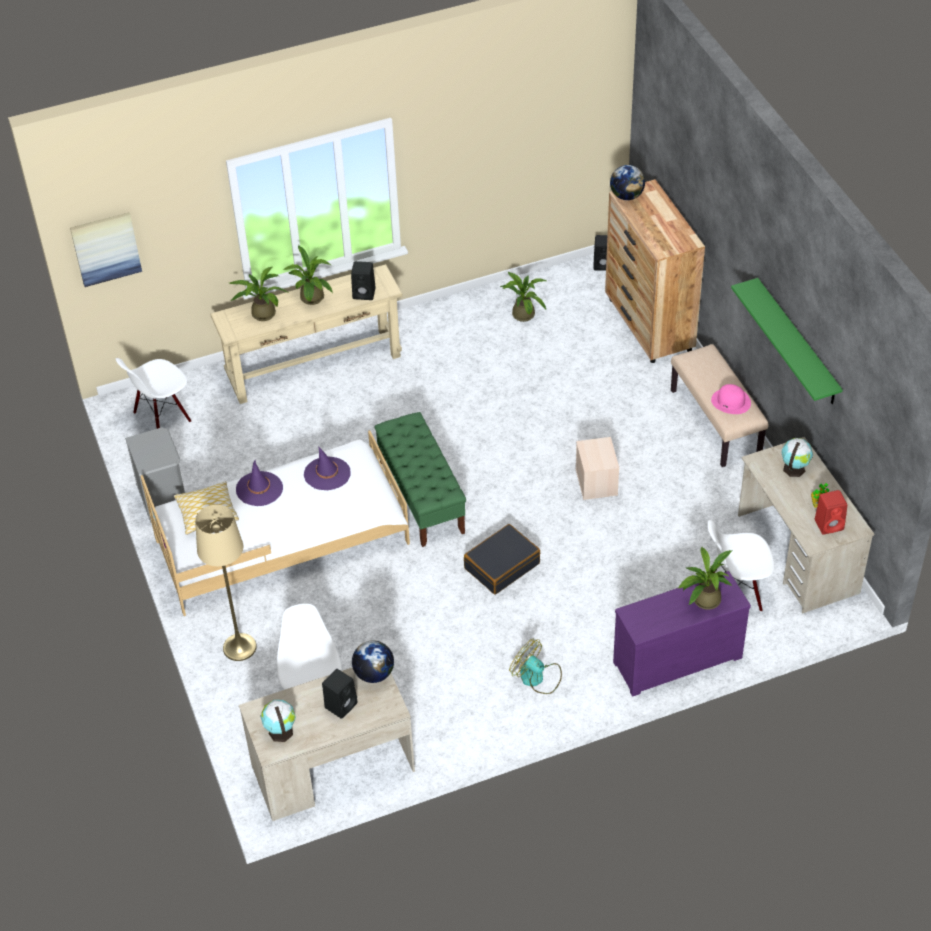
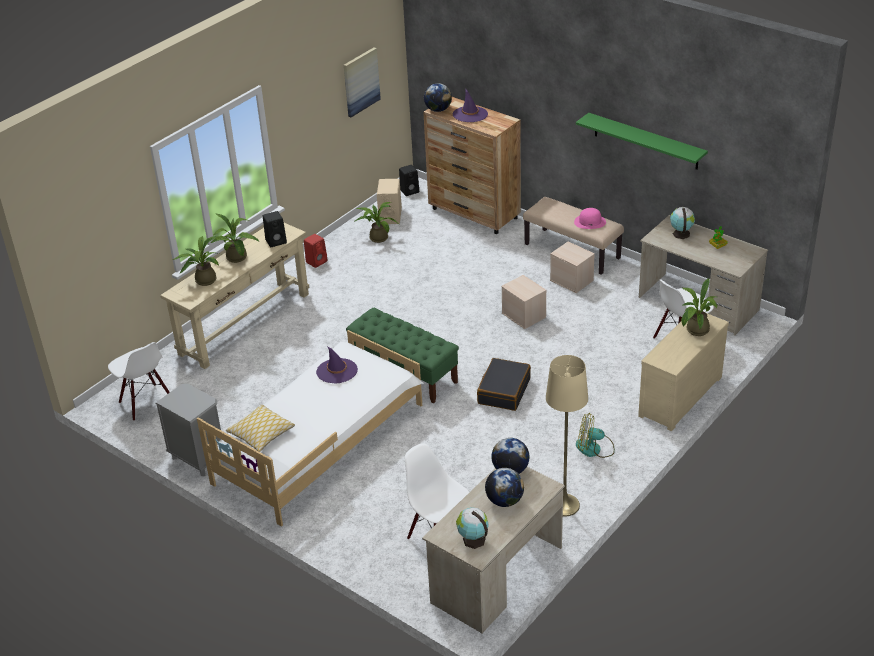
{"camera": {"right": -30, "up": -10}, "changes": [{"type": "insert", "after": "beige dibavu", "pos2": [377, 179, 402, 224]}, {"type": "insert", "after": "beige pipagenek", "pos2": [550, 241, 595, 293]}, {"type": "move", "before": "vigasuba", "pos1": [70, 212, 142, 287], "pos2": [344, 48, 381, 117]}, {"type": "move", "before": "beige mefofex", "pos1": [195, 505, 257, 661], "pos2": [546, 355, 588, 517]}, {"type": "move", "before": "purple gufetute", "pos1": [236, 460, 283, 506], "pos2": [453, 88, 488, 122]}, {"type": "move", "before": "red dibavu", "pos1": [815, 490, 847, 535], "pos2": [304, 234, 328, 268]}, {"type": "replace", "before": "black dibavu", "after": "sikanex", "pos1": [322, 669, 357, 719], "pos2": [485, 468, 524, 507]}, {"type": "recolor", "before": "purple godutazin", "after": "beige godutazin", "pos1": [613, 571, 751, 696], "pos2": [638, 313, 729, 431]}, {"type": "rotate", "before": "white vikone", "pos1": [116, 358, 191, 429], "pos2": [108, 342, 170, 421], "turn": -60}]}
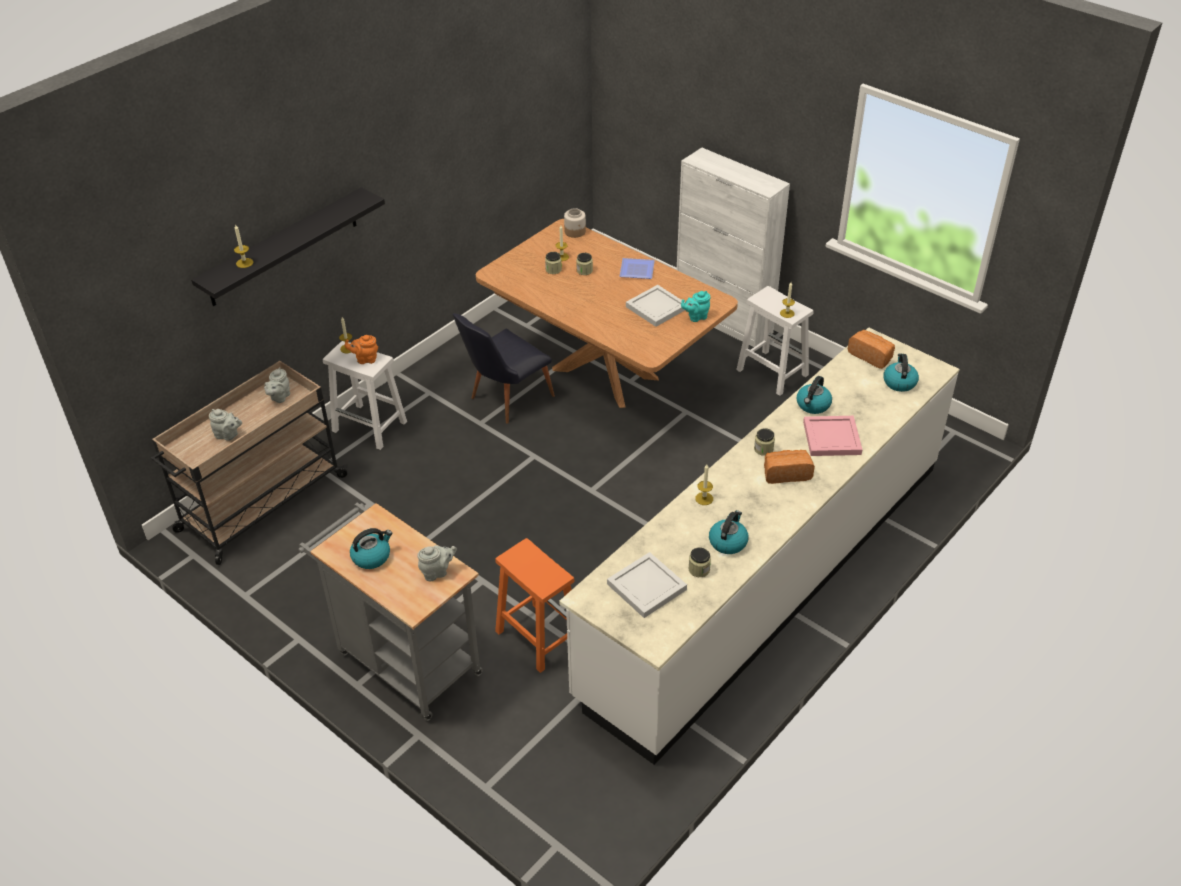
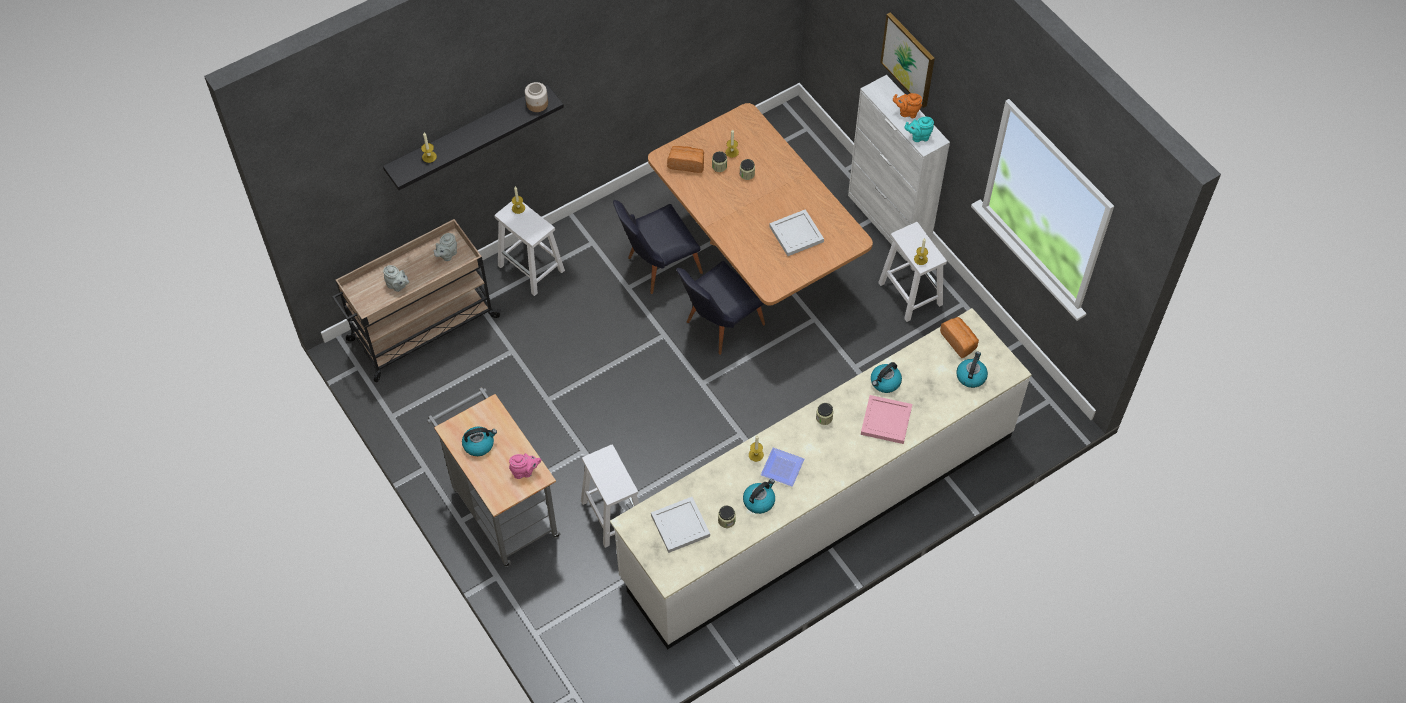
{"camera": {"right": 15, "up": 15}, "changes": [{"type": "insert", "after": "black vikone", "pos2": [676, 261, 765, 355]}, {"type": "insert", "after": "vigasuba", "pos2": [880, 12, 935, 108]}, {"type": "move", "before": "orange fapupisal", "pos1": [345, 335, 378, 364], "pos2": [893, 93, 922, 118]}, {"type": "move", "before": "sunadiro", "pos1": [564, 208, 586, 238], "pos2": [525, 82, 548, 112]}, {"type": "move", "before": "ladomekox", "pos1": [619, 258, 655, 279], "pos2": [761, 448, 804, 486]}, {"type": "move", "before": "turquoise fapupisal", "pos1": [681, 291, 710, 322], "pos2": [905, 117, 934, 142]}, {"type": "move", "before": "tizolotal", "pos1": [764, 450, 815, 484], "pos2": [667, 146, 704, 173]}, {"type": "recolor", "before": "grey fapupisal", "after": "pink fapupisal", "pos1": [417, 545, 457, 581], "pos2": [509, 453, 541, 479]}, {"type": "recolor", "before": "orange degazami", "after": "white degazami", "pos1": [495, 538, 575, 673], "pos2": [581, 445, 639, 548]}]}
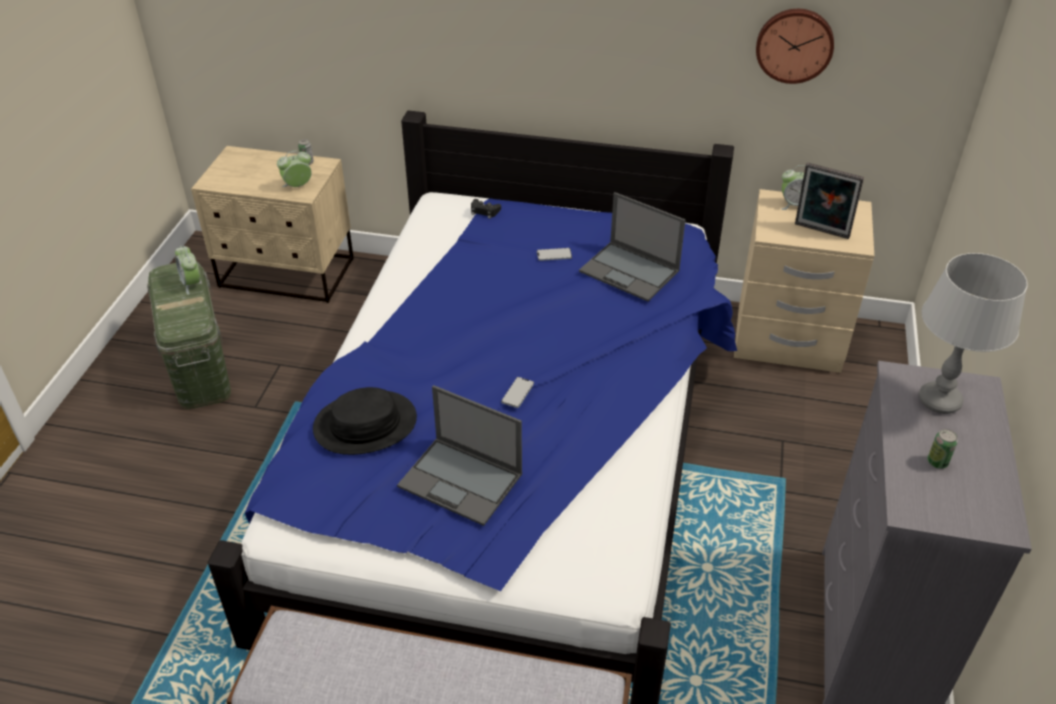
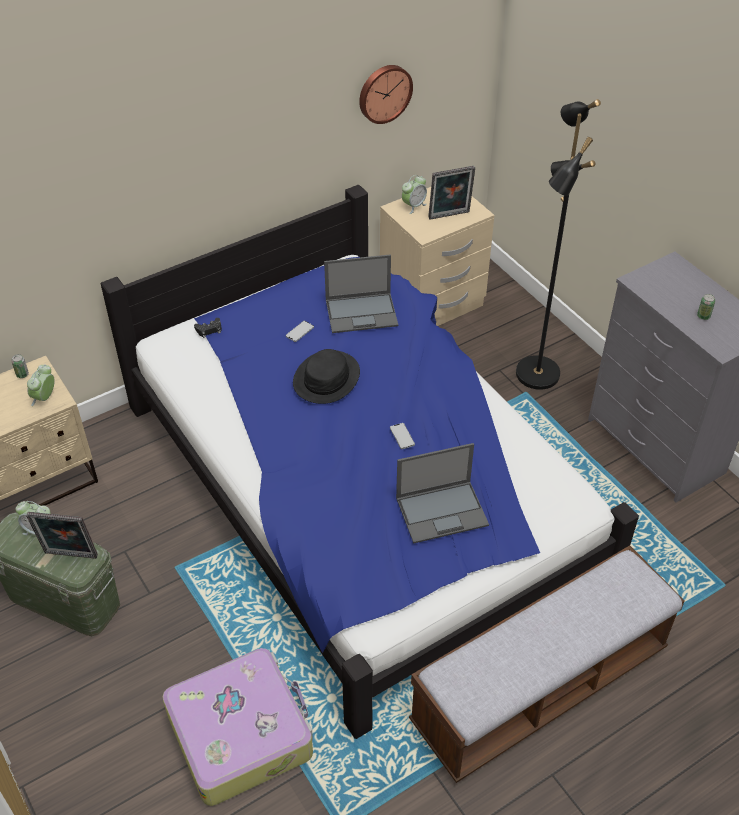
{"camera": {"right": -45, "up": 5}, "changes": [{"type": "delete", "before": "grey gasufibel", "pos1": [919, 253, 1028, 414]}, {"type": "insert", "after": "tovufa", "pos2": [26, 512, 98, 559]}, {"type": "insert", "after": "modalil", "pos2": [162, 648, 313, 806]}, {"type": "insert", "after": "black mefofex", "pos2": [516, 99, 601, 390]}, {"type": "move", "before": "black gufetute", "pos1": [313, 387, 417, 455], "pos2": [293, 349, 360, 404]}]}
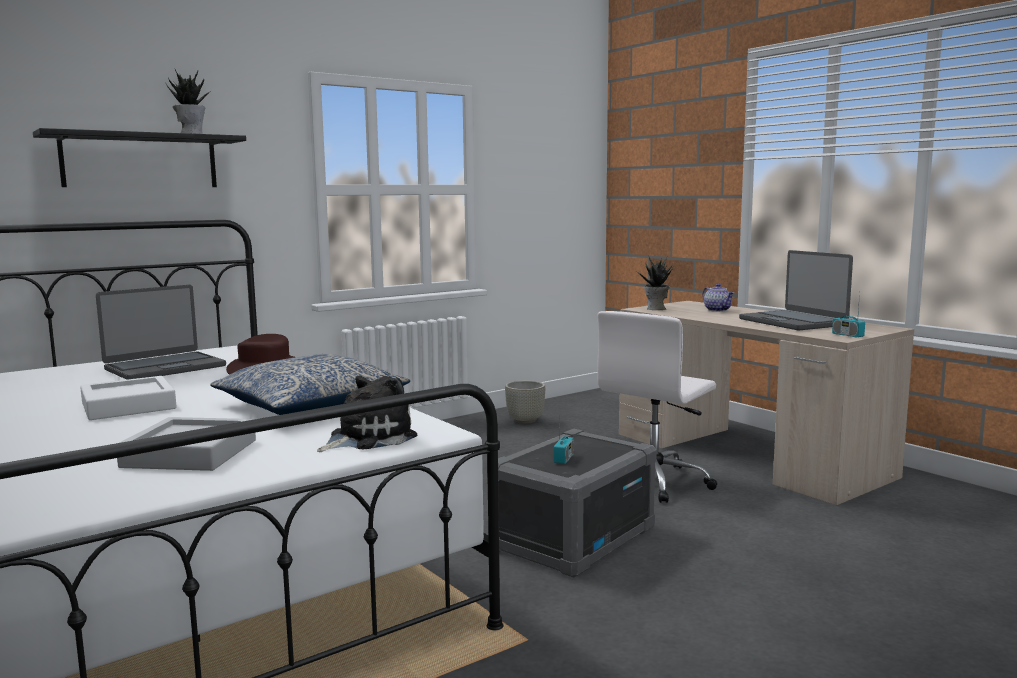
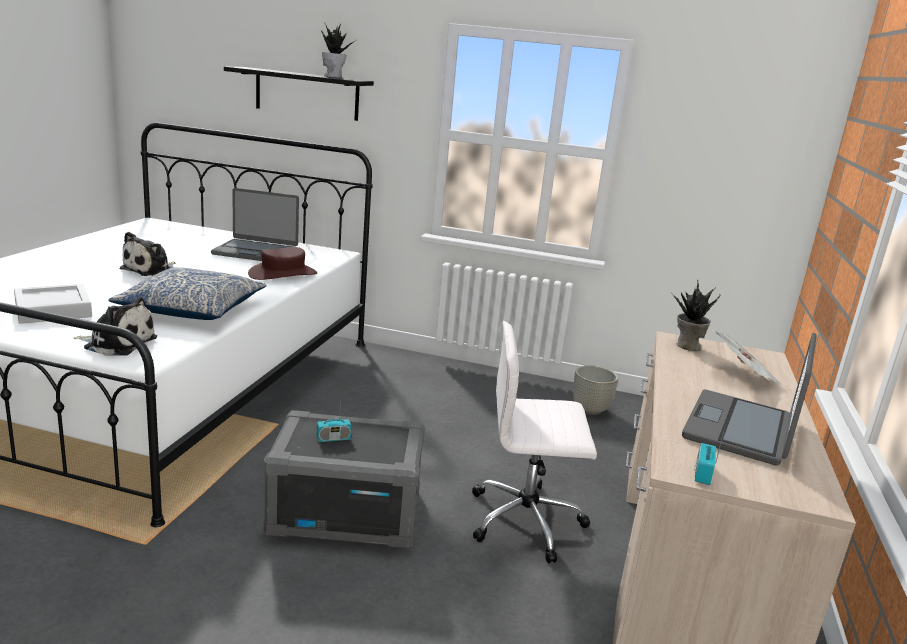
{"camera": {"right": 50, "up": 10}, "changes": [{"type": "replace", "before": "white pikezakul", "after": "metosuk", "pos1": [80, 376, 177, 420], "pos2": [120, 232, 175, 276]}, {"type": "replace", "before": "fapupisal", "after": "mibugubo", "pos1": [703, 284, 734, 312], "pos2": [712, 330, 786, 387]}]}
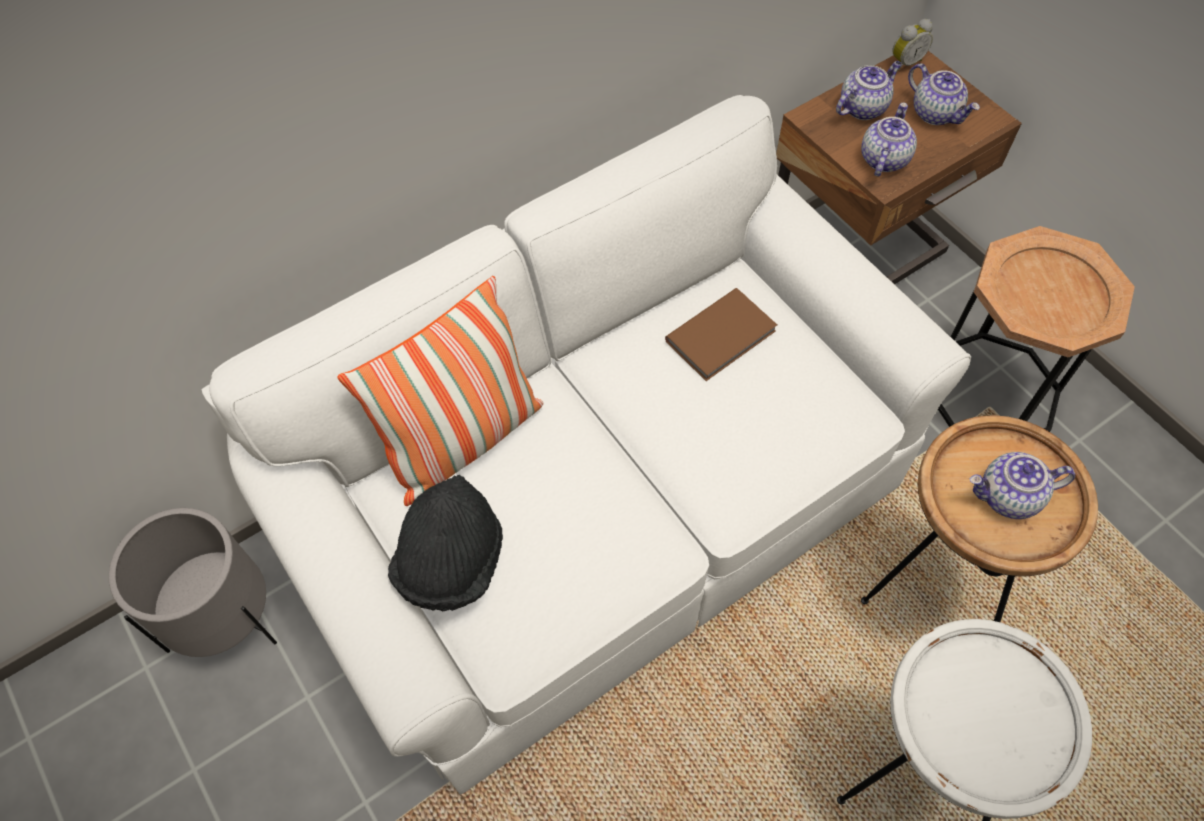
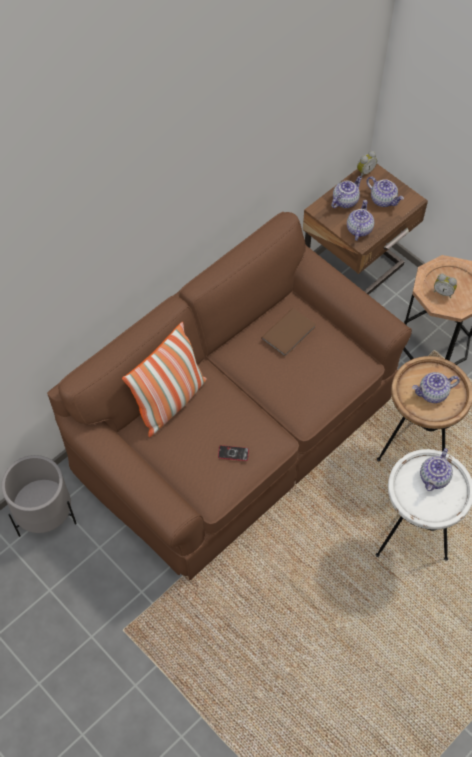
{"camera": {"right": -10, "up": 0}, "changes": [{"type": "delete", "before": "black gufetute", "pos1": [388, 475, 503, 611]}, {"type": "insert", "after": "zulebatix", "pos2": [218, 445, 249, 461]}, {"type": "insert", "after": "fapupisal", "pos2": [420, 448, 453, 491]}, {"type": "insert", "after": "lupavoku", "pos2": [434, 274, 457, 298]}, {"type": "recolor", "before": "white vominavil", "after": "brown vominavil", "pos1": [202, 95, 971, 794], "pos2": [47, 212, 412, 580]}]}
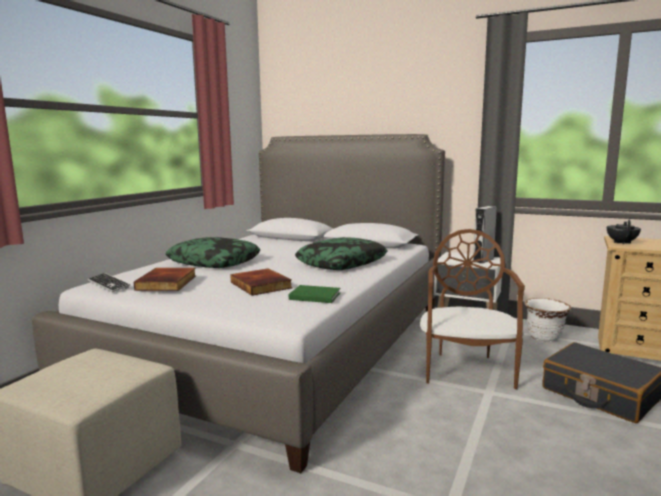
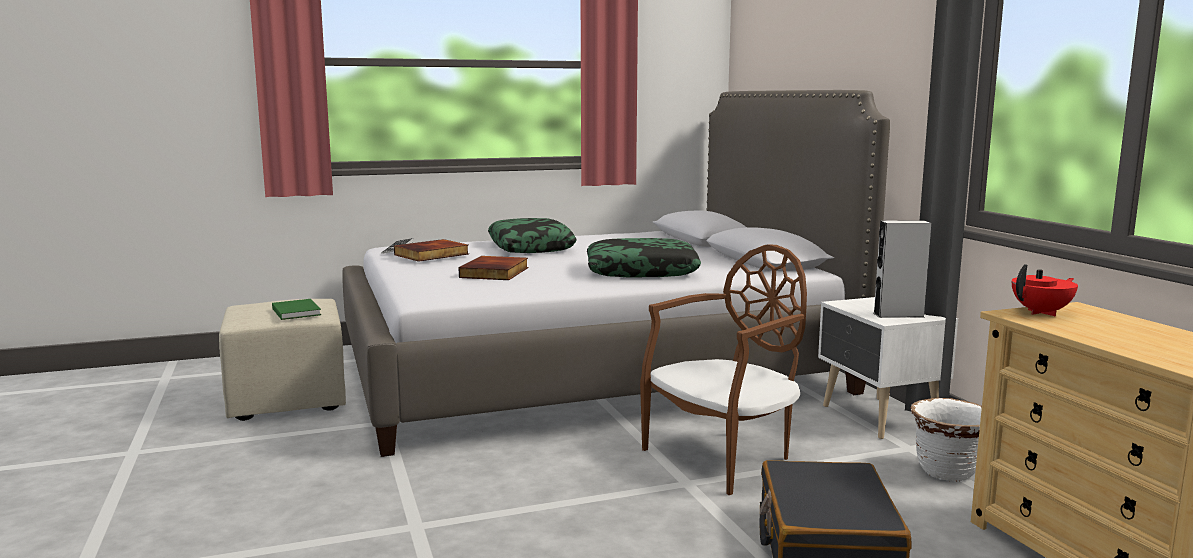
{"camera": {"right": 45, "up": 0}, "changes": [{"type": "move", "before": "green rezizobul", "pos1": [289, 285, 340, 303], "pos2": [272, 299, 321, 320]}, {"type": "recolor", "before": "black fapupisal", "after": "red fapupisal", "pos1": [607, 219, 641, 244], "pos2": [1012, 264, 1078, 316]}]}
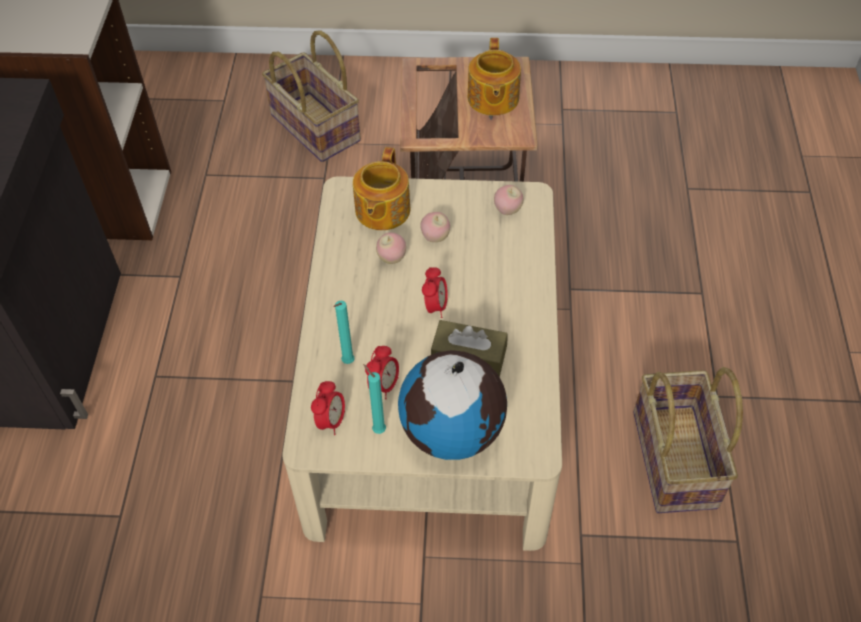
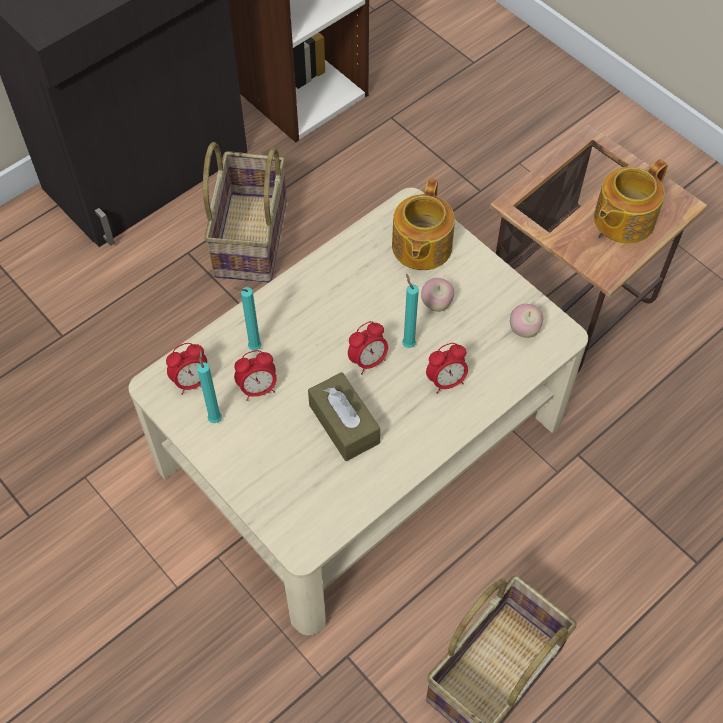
{"camera": {"right": 45, "up": 5}, "changes": [{"type": "delete", "before": "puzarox", "pos1": [376, 232, 406, 264]}, {"type": "delete", "before": "sikanex", "pos1": [398, 350, 507, 460]}, {"type": "insert", "after": "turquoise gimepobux", "pos2": [402, 274, 419, 348]}, {"type": "insert", "after": "lupavoku", "pos2": [426, 343, 468, 394]}, {"type": "move", "before": "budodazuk", "pos1": [262, 30, 361, 162], "pos2": [203, 142, 287, 283]}, {"type": "rotate", "before": "fapupisal", "pos1": [353, 147, 411, 230], "pos2": [392, 179, 455, 270], "turn": -45}]}
